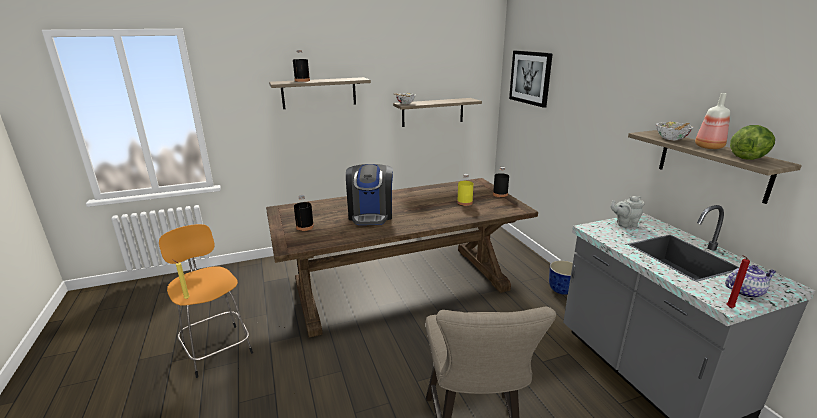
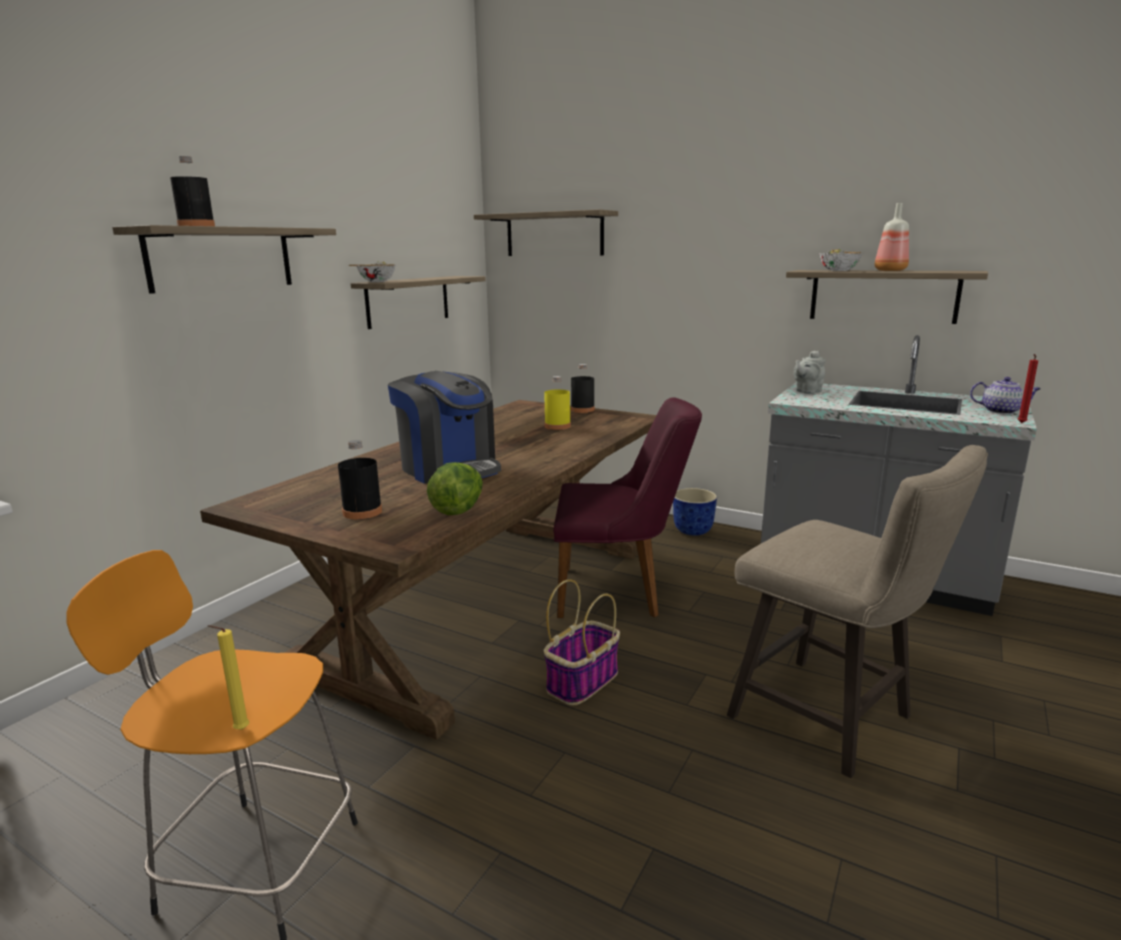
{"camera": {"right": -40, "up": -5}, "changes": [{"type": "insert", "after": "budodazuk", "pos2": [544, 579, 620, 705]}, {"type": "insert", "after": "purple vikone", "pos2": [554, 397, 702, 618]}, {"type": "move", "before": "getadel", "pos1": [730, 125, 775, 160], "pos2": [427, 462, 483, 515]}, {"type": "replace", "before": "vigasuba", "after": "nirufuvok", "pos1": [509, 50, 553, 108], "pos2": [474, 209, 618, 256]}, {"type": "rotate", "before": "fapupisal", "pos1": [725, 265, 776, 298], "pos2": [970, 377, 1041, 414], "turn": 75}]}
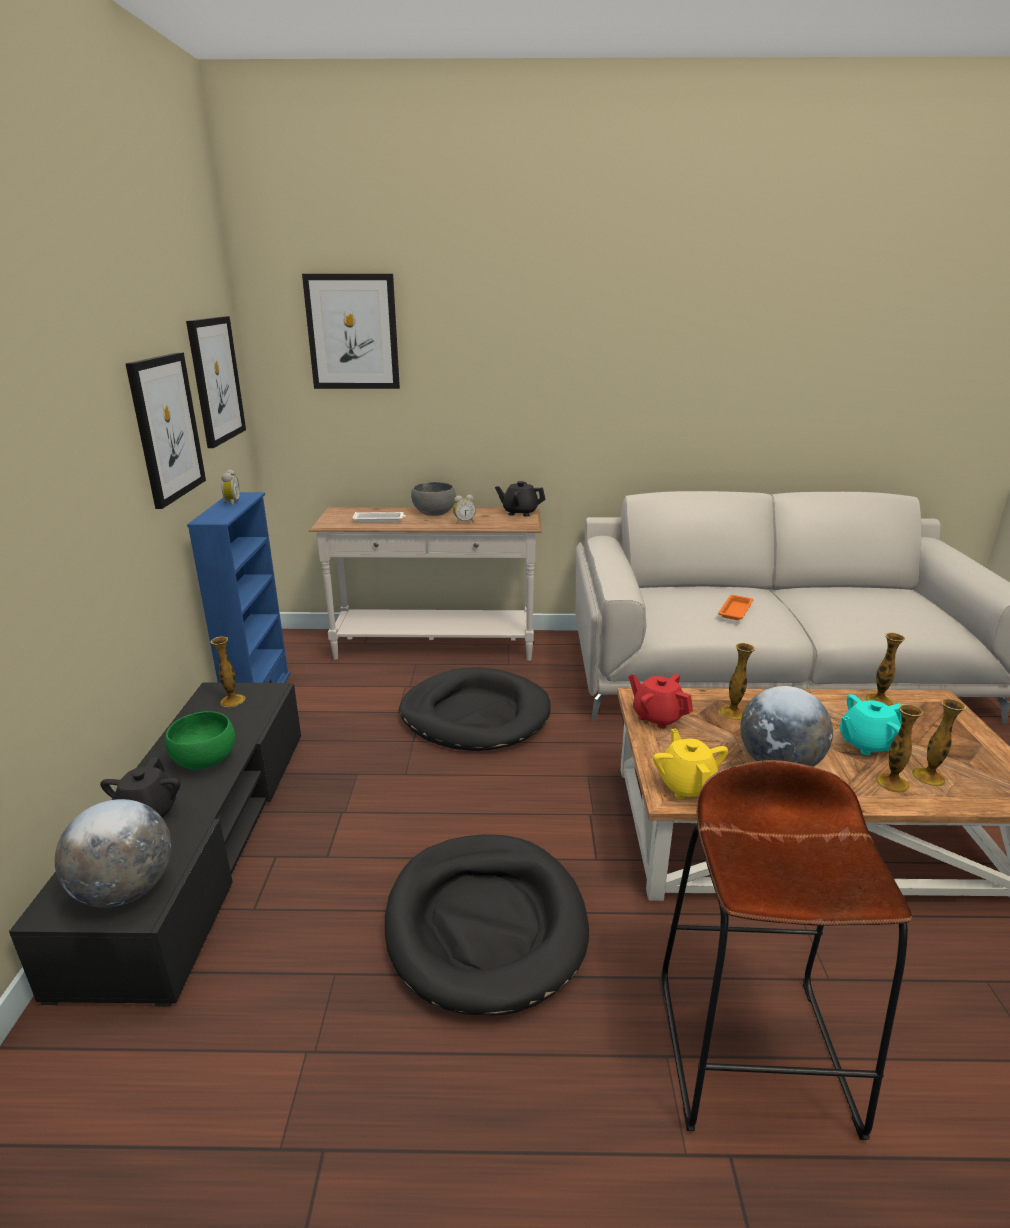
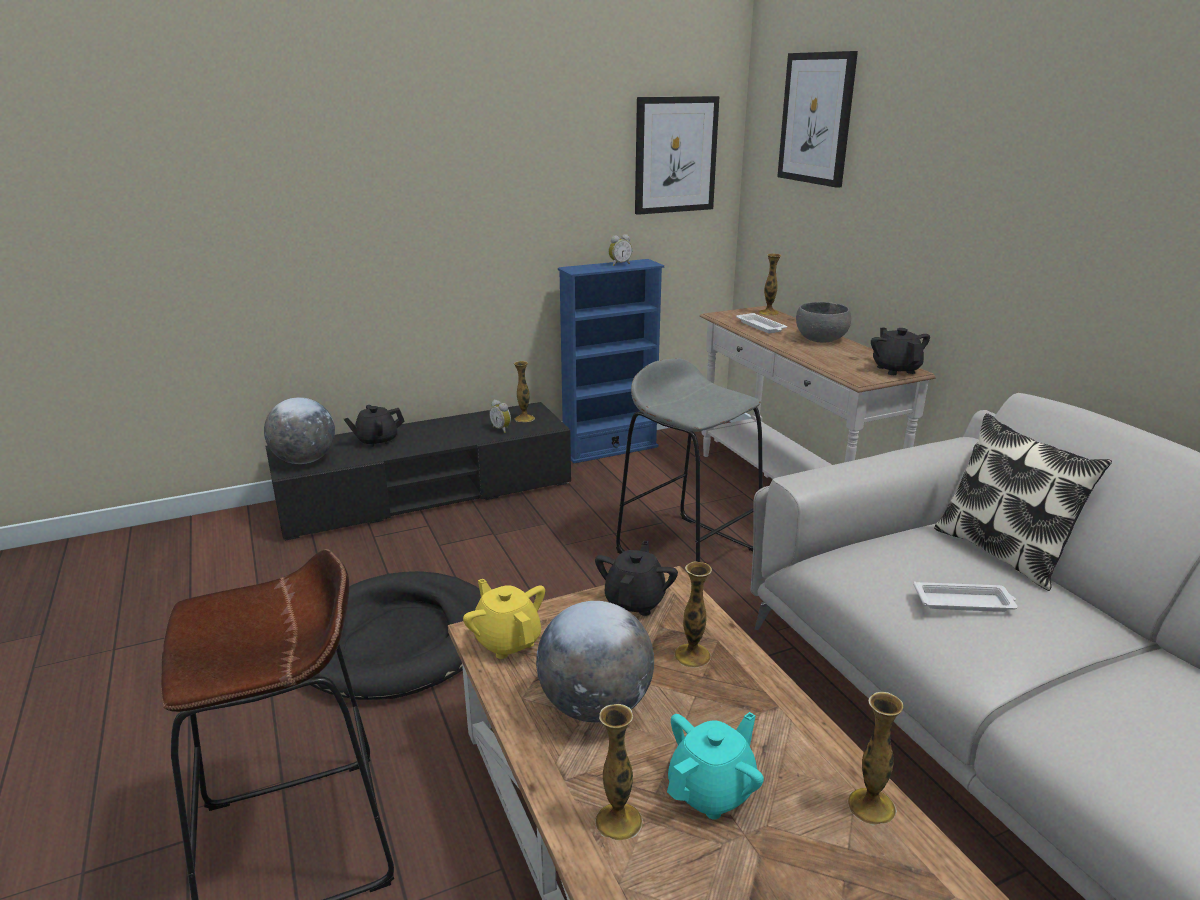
{"camera": {"right": 65, "up": 0}, "changes": [{"type": "delete", "before": "vigasuba", "pos1": [126, 352, 206, 509]}, {"type": "delete", "before": "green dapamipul", "pos1": [165, 711, 235, 770]}, {"type": "insert", "after": "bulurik", "pos2": [934, 413, 1112, 591]}, {"type": "move", "before": "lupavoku", "pos1": [453, 495, 476, 524], "pos2": [489, 400, 511, 433]}, {"type": "move", "before": "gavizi", "pos1": [911, 699, 966, 787], "pos2": [759, 254, 782, 316]}, {"type": "replace", "before": "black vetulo", "after": "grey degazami", "pos1": [399, 667, 551, 751], "pos2": [616, 359, 763, 562]}, {"type": "recolor", "before": "red fapupisal", "after": "black fapupisal", "pos1": [629, 674, 693, 729], "pos2": [595, 541, 678, 616]}, {"type": "recolor", "before": "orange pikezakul", "after": "white pikezakul", "pos1": [718, 595, 754, 620], "pos2": [913, 581, 1018, 612]}, {"type": "rotate", "before": "yellow fapupisal", "pos1": [653, 729, 728, 799], "pos2": [463, 579, 545, 659], "turn": -90}, {"type": "rotate", "before": "turquoise fapupisal", "pos1": [840, 694, 902, 755], "pos2": [667, 712, 764, 819], "turn": 90}]}
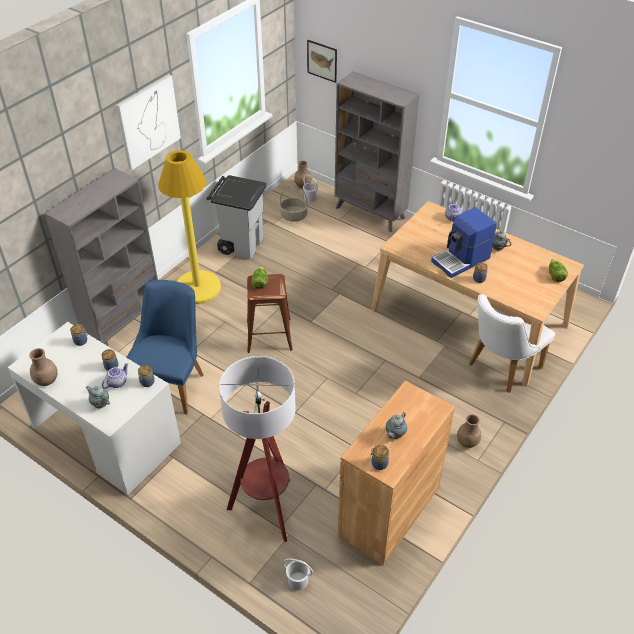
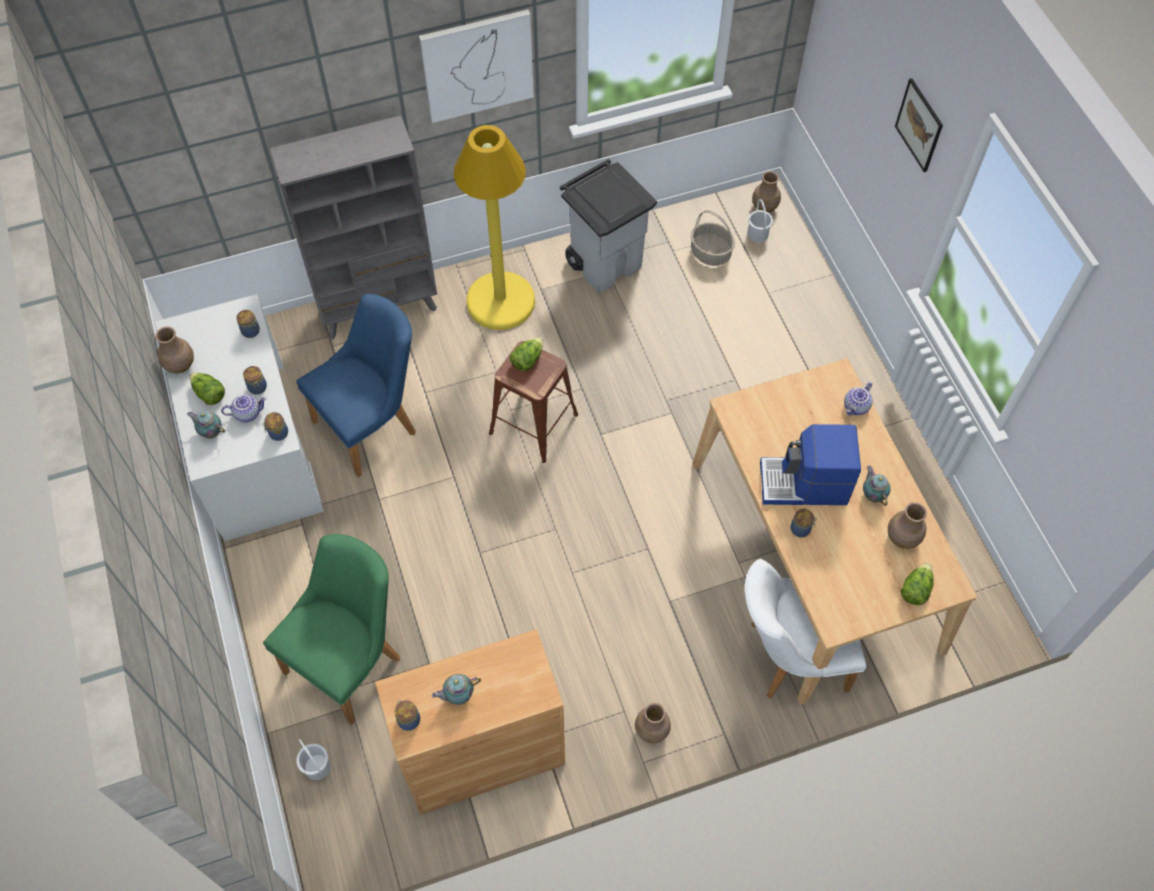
{"camera": {"right": 35, "up": 15}, "changes": [{"type": "delete", "before": "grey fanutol", "pos1": [335, 72, 419, 232]}, {"type": "insert", "after": "getadel", "pos2": [190, 372, 225, 405]}, {"type": "insert", "after": "brown gavizi", "pos2": [888, 502, 927, 549]}, {"type": "move", "before": "vigasuba", "pos1": [307, 40, 337, 83], "pos2": [895, 78, 943, 172]}, {"type": "replace", "before": "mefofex", "after": "green vikone", "pos1": [219, 356, 296, 542], "pos2": [263, 534, 400, 725]}, {"type": "rotate", "before": "fapupisal", "pos1": [85, 386, 110, 408], "pos2": [187, 411, 225, 439], "turn": -45}]}
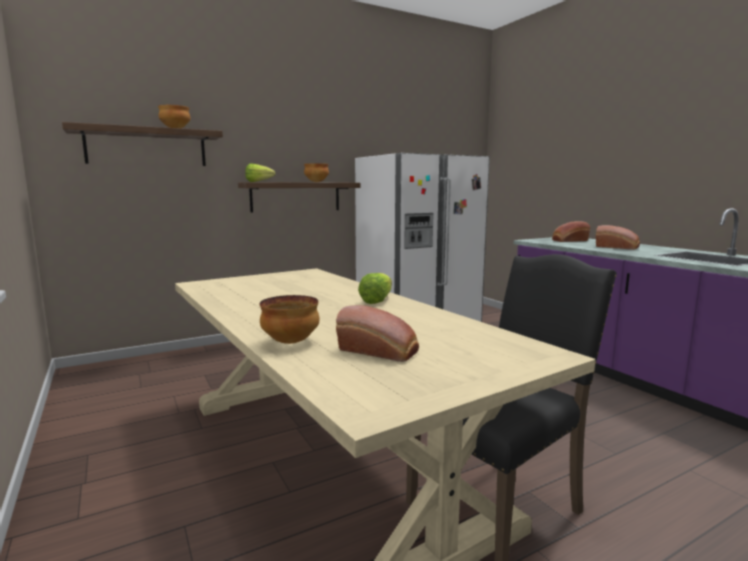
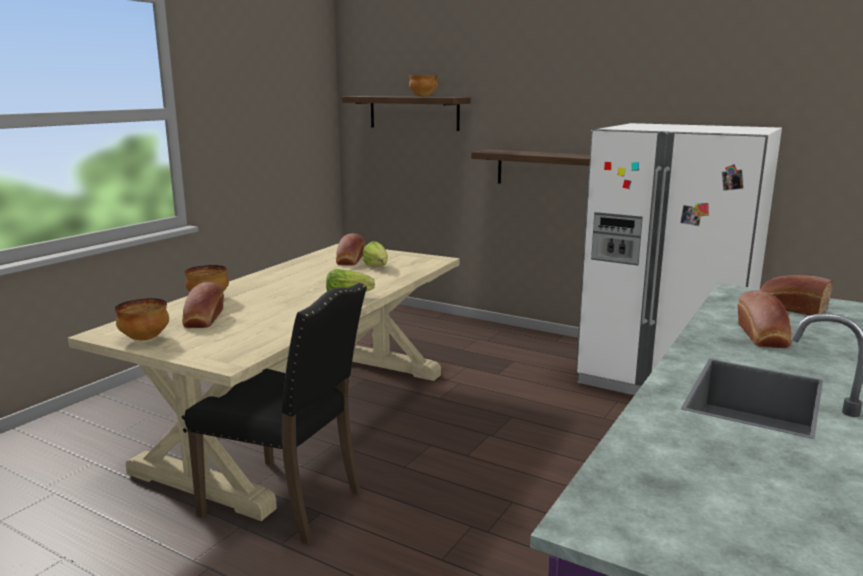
{"camera": {"right": 60, "up": 5}, "changes": [{"type": "insert", "after": "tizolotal", "pos2": [336, 234, 365, 266]}, {"type": "move", "before": "getadel", "pos1": [246, 164, 275, 182], "pos2": [363, 241, 388, 267]}, {"type": "move", "before": "dapamipul", "pos1": [304, 163, 329, 182], "pos2": [115, 298, 169, 340]}]}
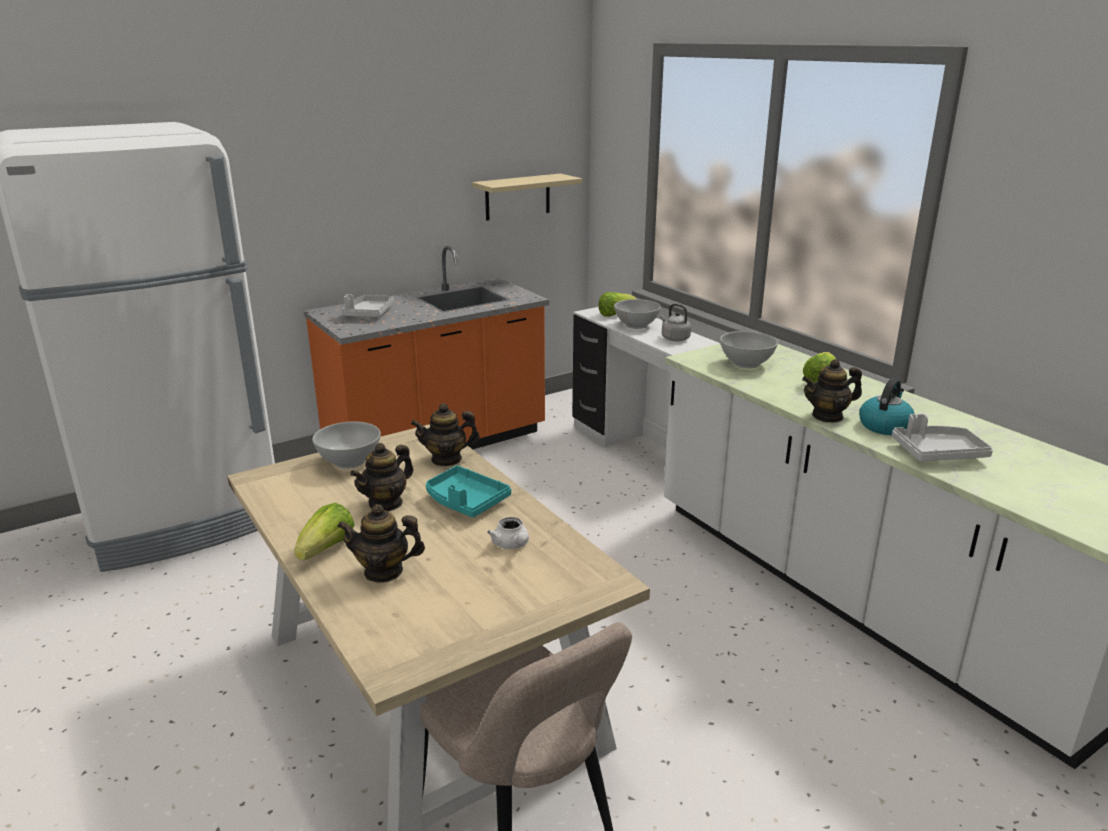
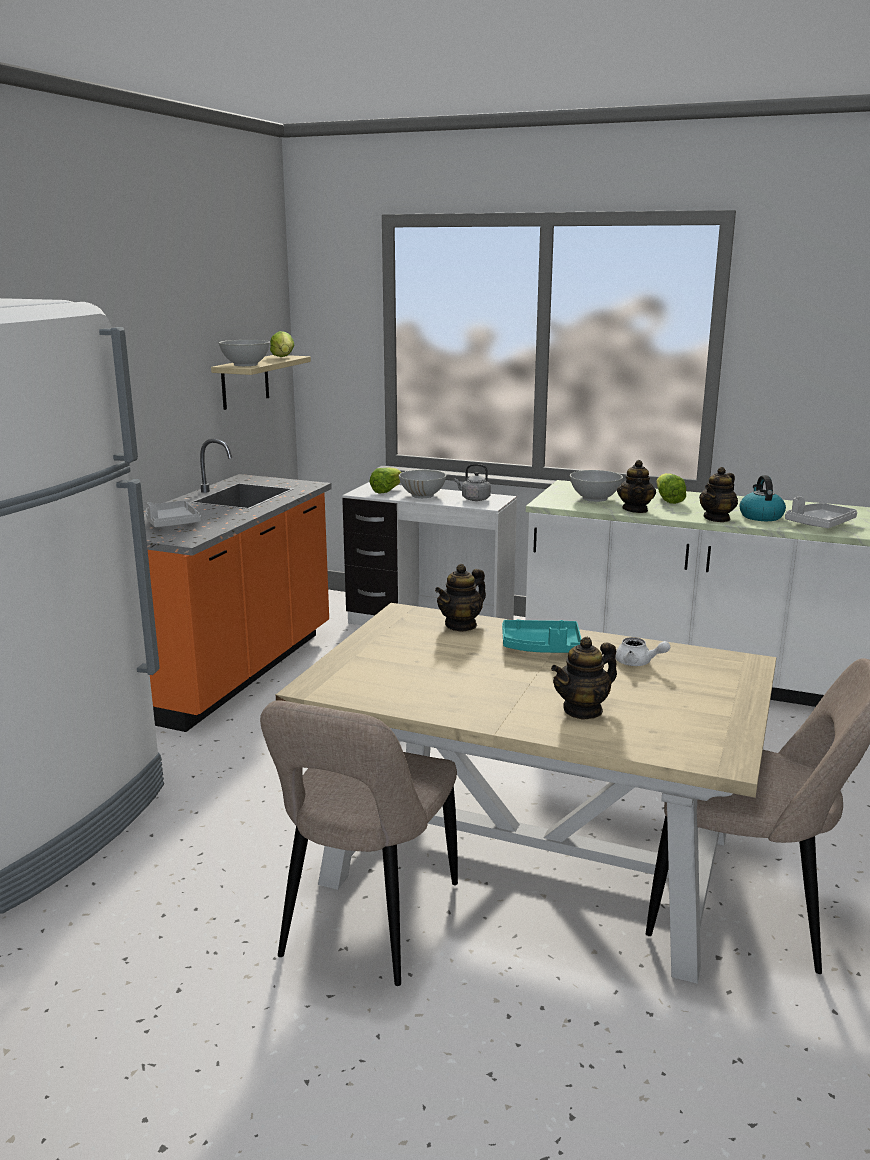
{"camera": {"right": -35, "up": -5}, "changes": [{"type": "insert", "after": "beige vikone", "pos2": [260, 700, 458, 986]}, {"type": "move", "before": "getadel", "pos1": [294, 503, 355, 560], "pos2": [270, 331, 294, 357]}, {"type": "move", "before": "white dapamipul", "pos1": [312, 422, 381, 469], "pos2": [219, 340, 270, 366]}, {"type": "move", "before": "fapupisal", "pos1": [350, 443, 414, 511], "pos2": [617, 460, 656, 513]}]}
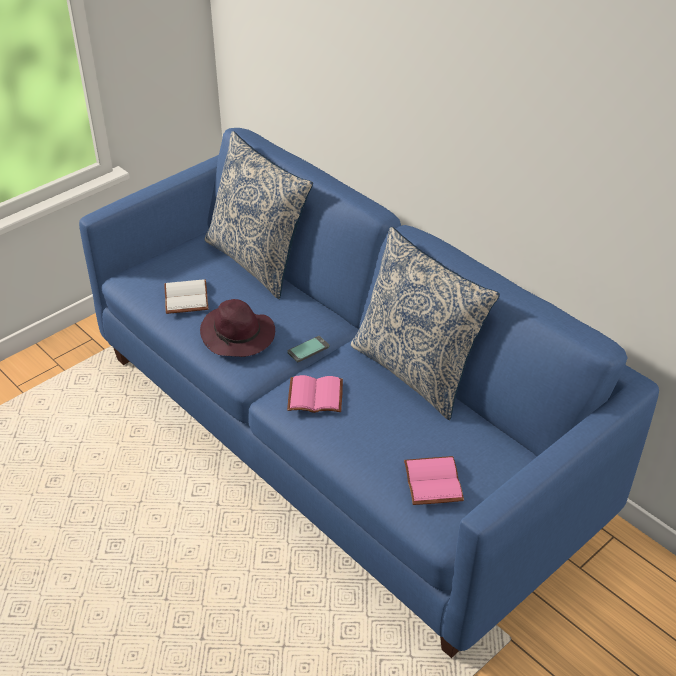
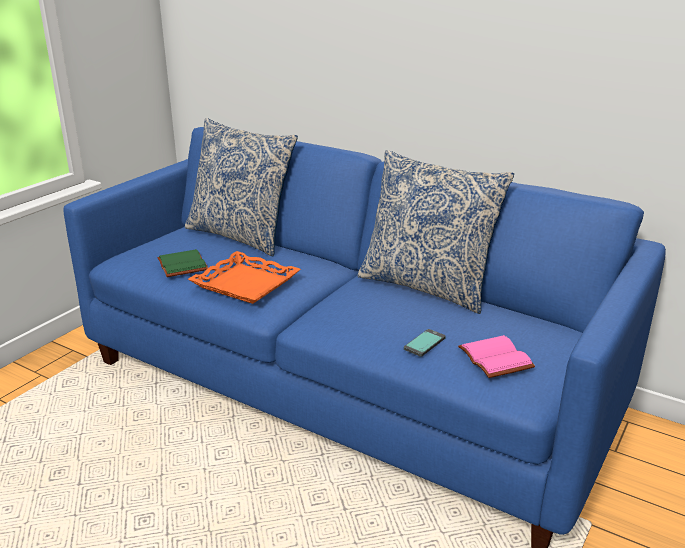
{"camera": {"right": -15, "up": -15}, "changes": [{"type": "delete", "before": "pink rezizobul", "pos1": [287, 375, 343, 413]}, {"type": "move", "before": "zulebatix", "pos1": [288, 336, 329, 362], "pos2": [404, 329, 446, 357]}, {"type": "replace", "before": "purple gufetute", "after": "orange pikezakul", "pos1": [200, 299, 275, 357], "pos2": [188, 251, 301, 304]}, {"type": "recolor", "before": "white rezizobul", "after": "green rezizobul", "pos1": [165, 279, 209, 314], "pos2": [157, 249, 208, 277]}]}
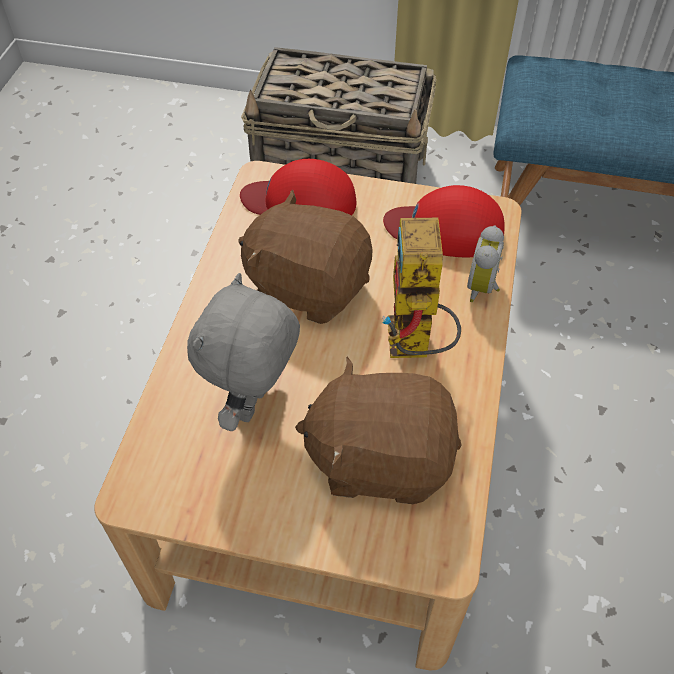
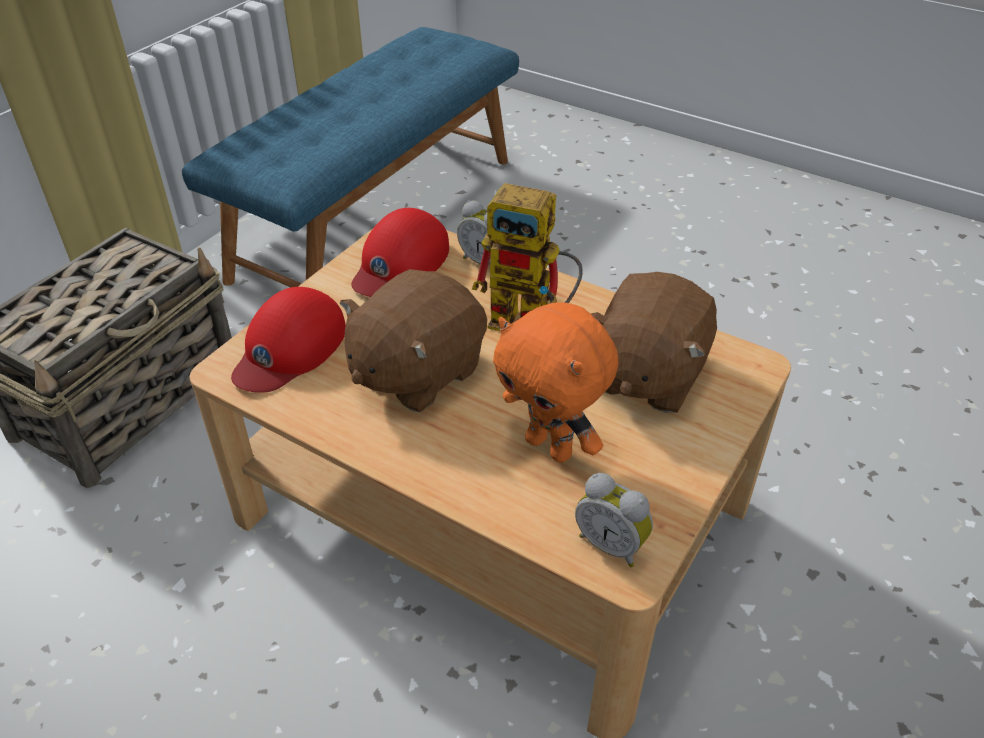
{"camera": {"right": -70, "up": -10}, "changes": [{"type": "insert", "after": "lupavoku", "pos2": [575, 473, 653, 567]}, {"type": "recolor", "before": "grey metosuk", "after": "orange metosuk", "pos1": [187, 273, 300, 431], "pos2": [493, 302, 618, 463]}]}
